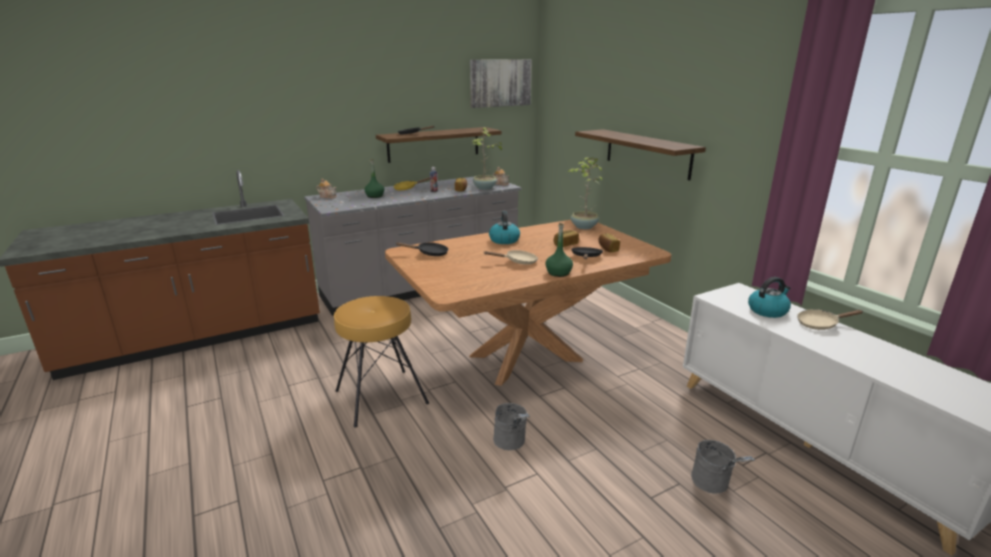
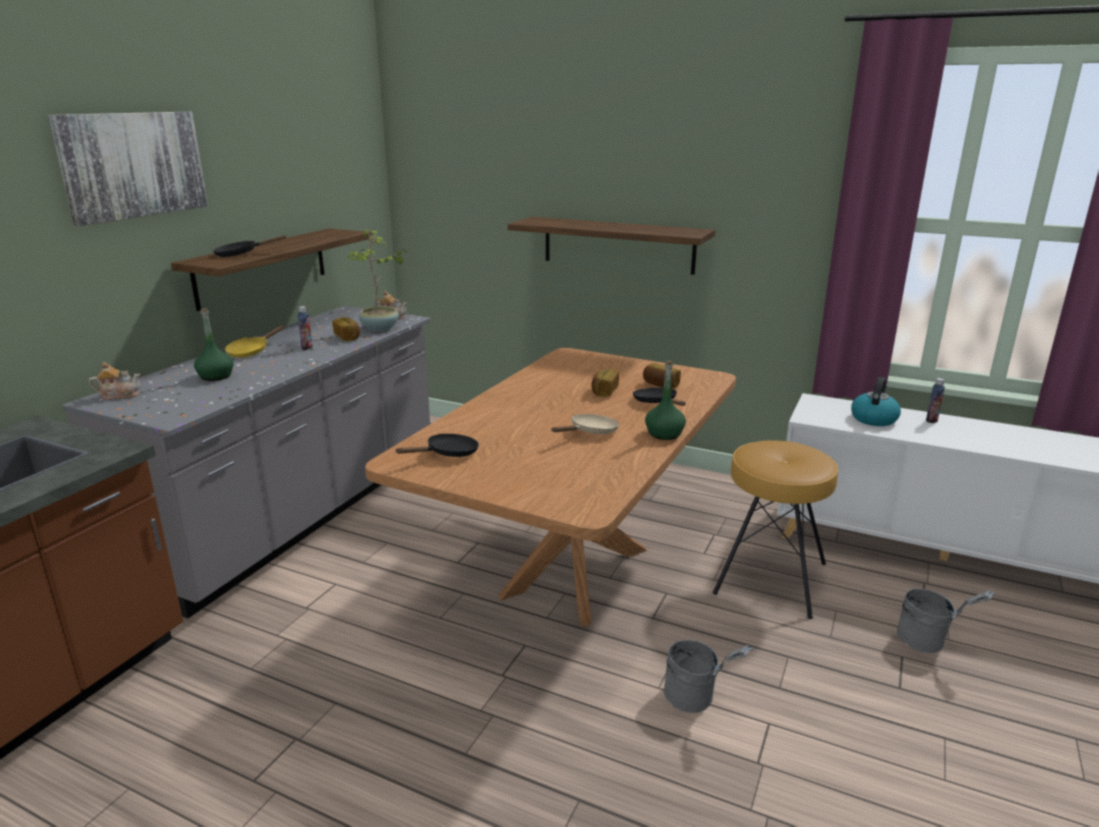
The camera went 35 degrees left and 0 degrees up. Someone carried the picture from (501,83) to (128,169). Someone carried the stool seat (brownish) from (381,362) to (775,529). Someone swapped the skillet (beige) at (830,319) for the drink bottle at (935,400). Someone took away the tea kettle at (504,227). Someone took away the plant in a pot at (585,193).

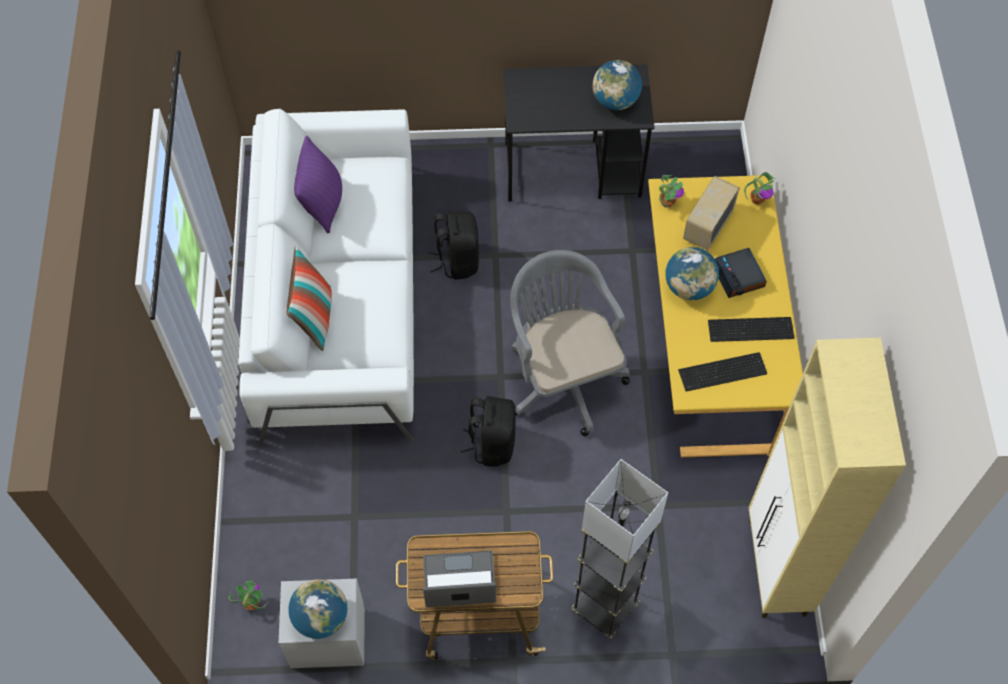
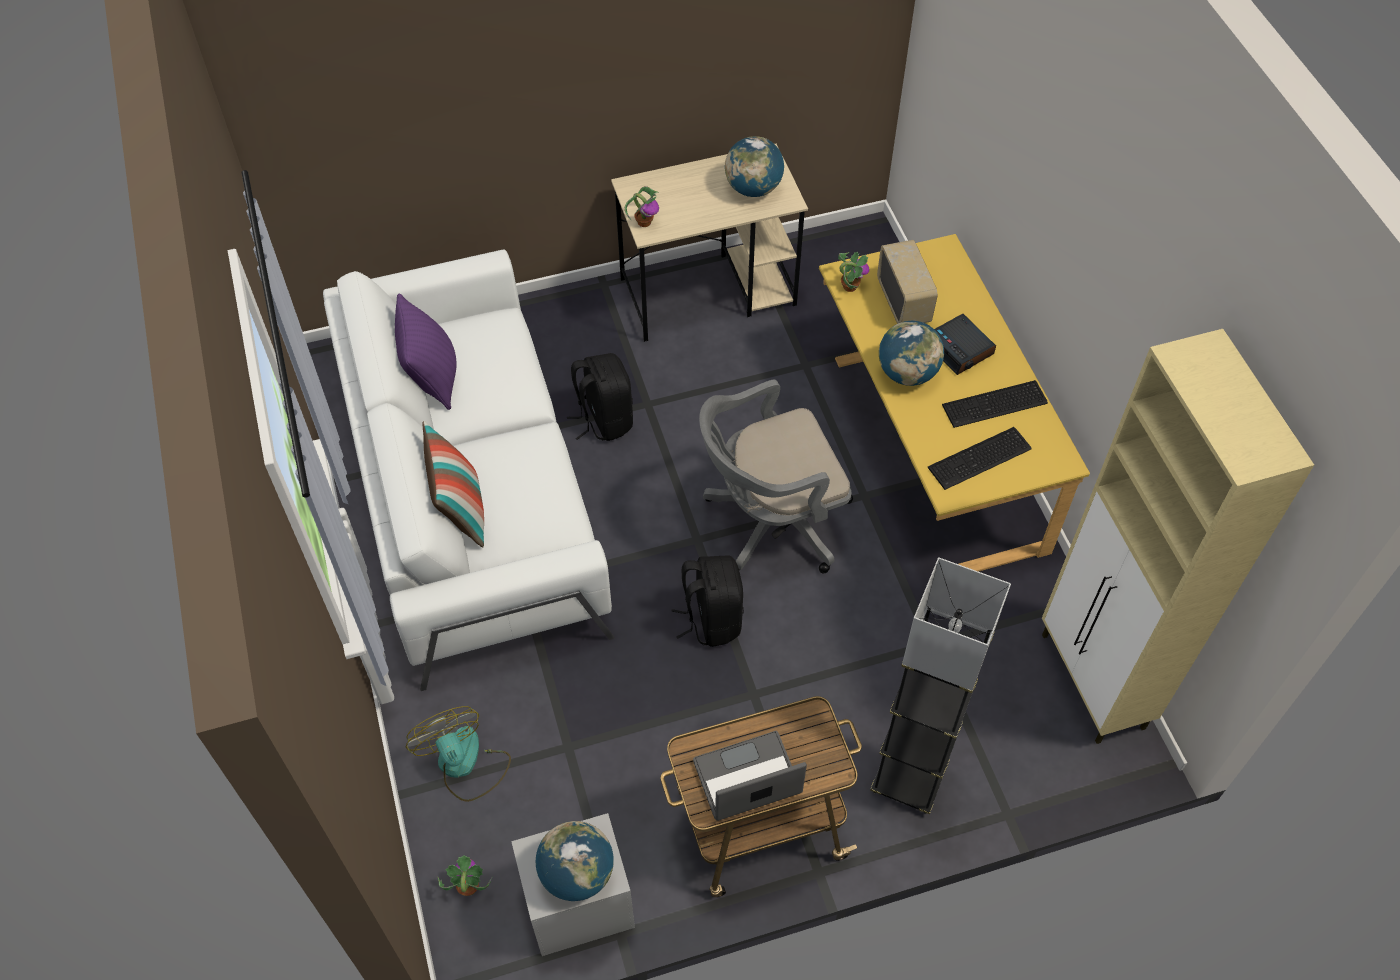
The camera went 15 degrees left and 5 degrees down. Someone put down the fan at (458,754). Someone repainted the desk table (blackish) at (579,133), which became the desk table (beige) at (709,243). Someone carried the plant in a pot from (760,188) to (642,206). Someone rotated the office chair (grey) at (570,343) by 75 degrees counterclockwise. Someone rotated the radio at (711,213) by 150 degrees clockwise.

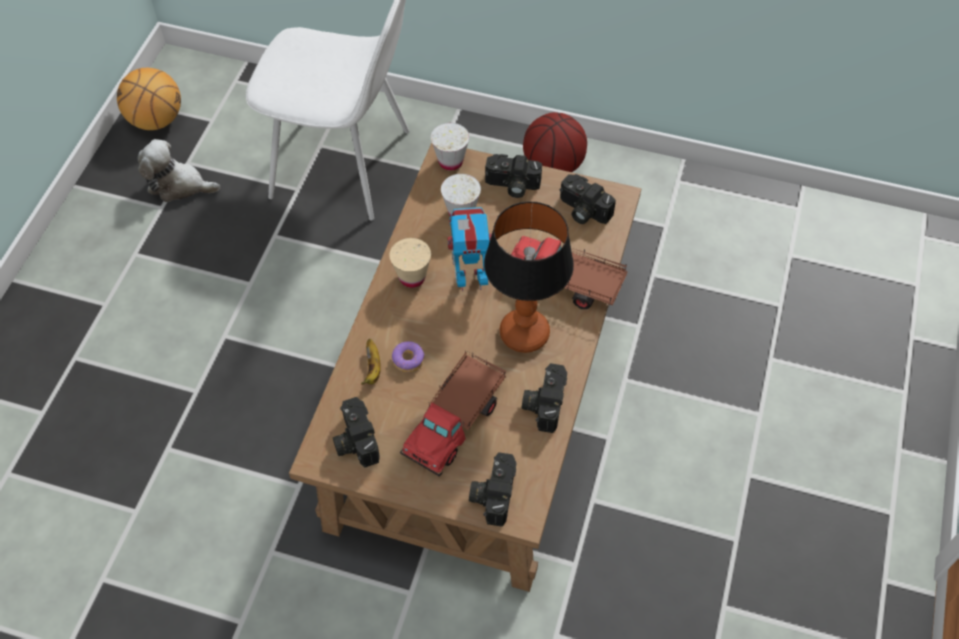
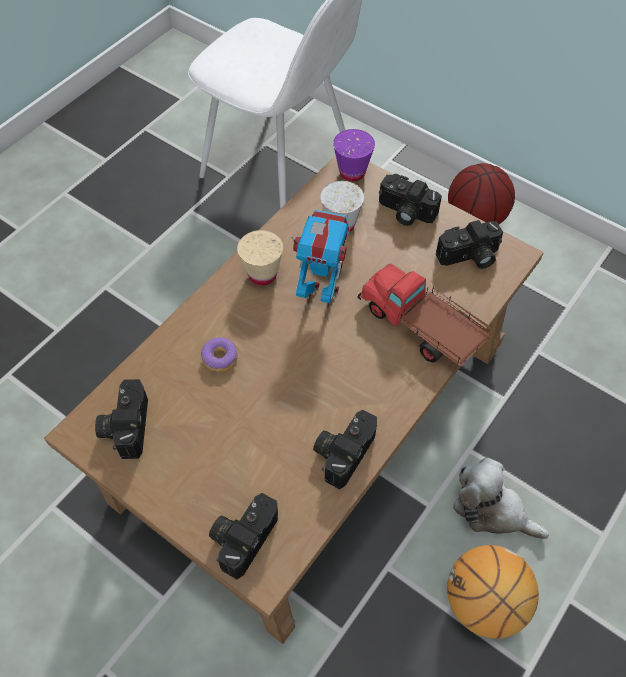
The camera went 20 degrees right and 0 degrees up. Someone repainted the small cup (white) at (450,146), which became the small cup (purple-coloured) at (354,155). Someone rotated the still camera at (588,199) by 75 degrees counterclockwise. Someone carried the basketball from (149,99) to (493,592). Someone carried the plush toy from (179,170) to (501,498). Someone took away the banana fruit at (371,362). Someone took away the toy truck at (453,414). Someone took away the table lamp at (529,277).

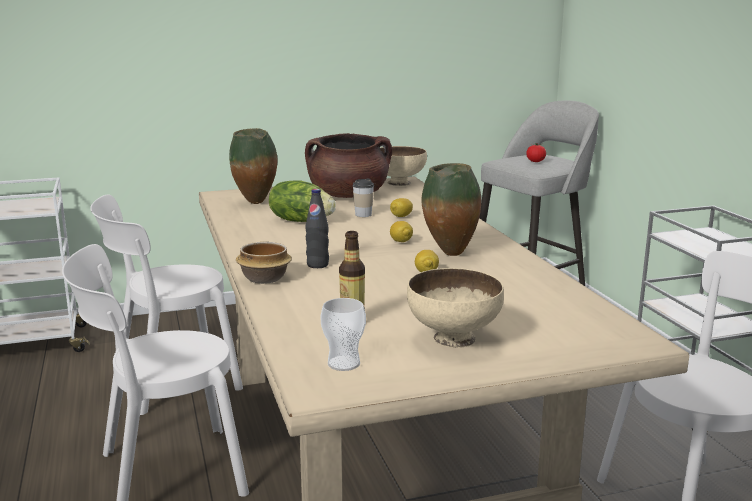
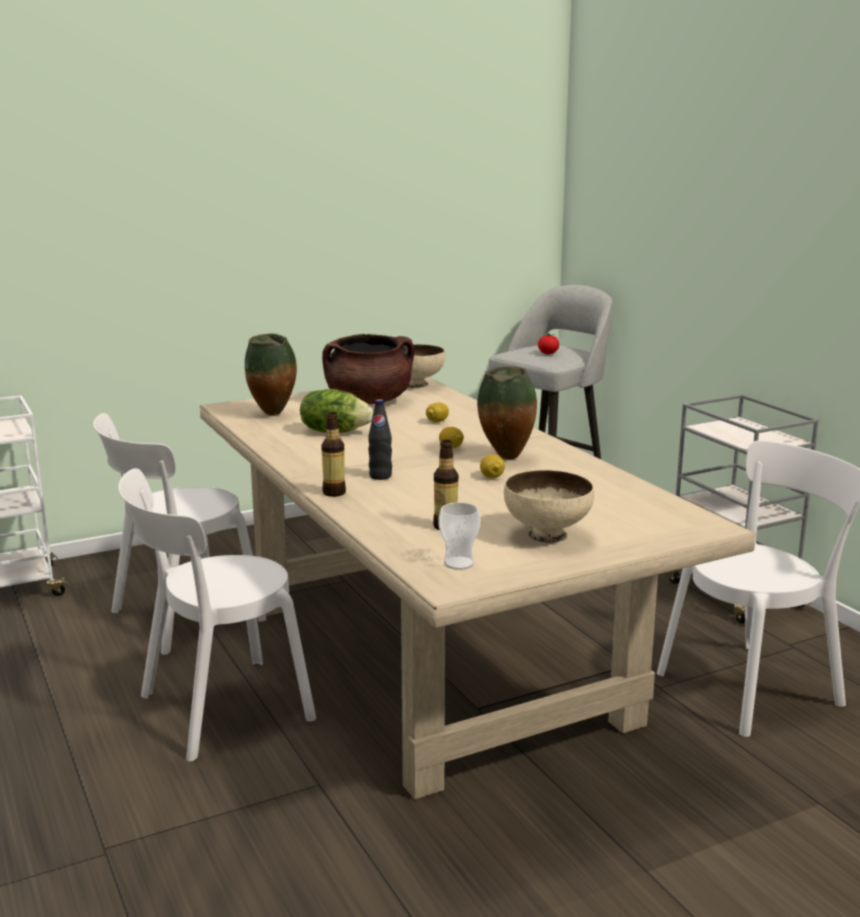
The camera went 10 degrees left and 0 degrees up. Someone swapped the bowl at (264,263) for the drink bottle at (333,454). Someone took away the small cup at (363,197).

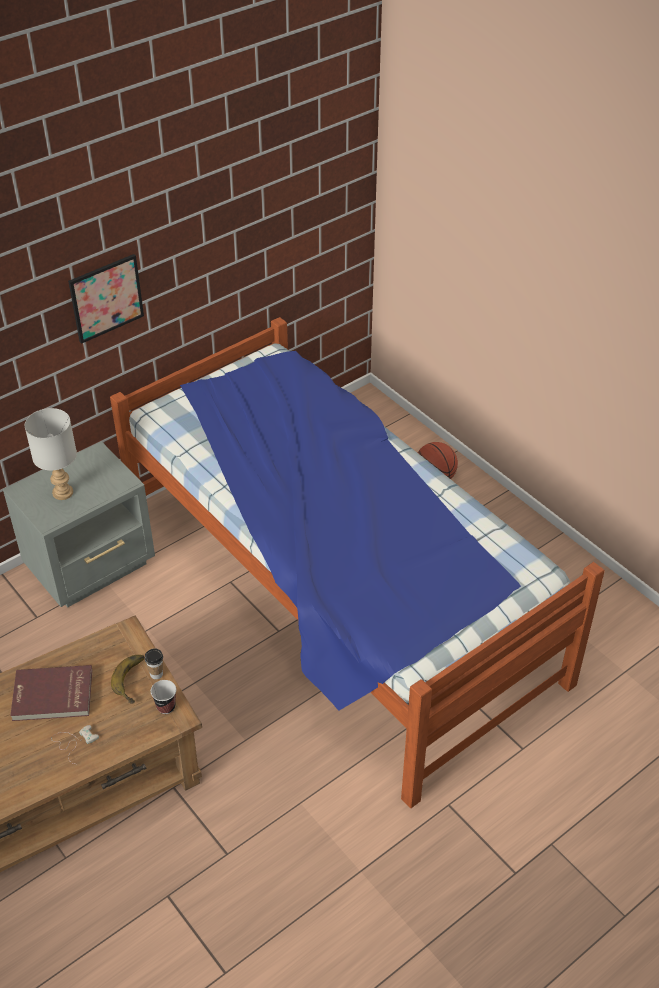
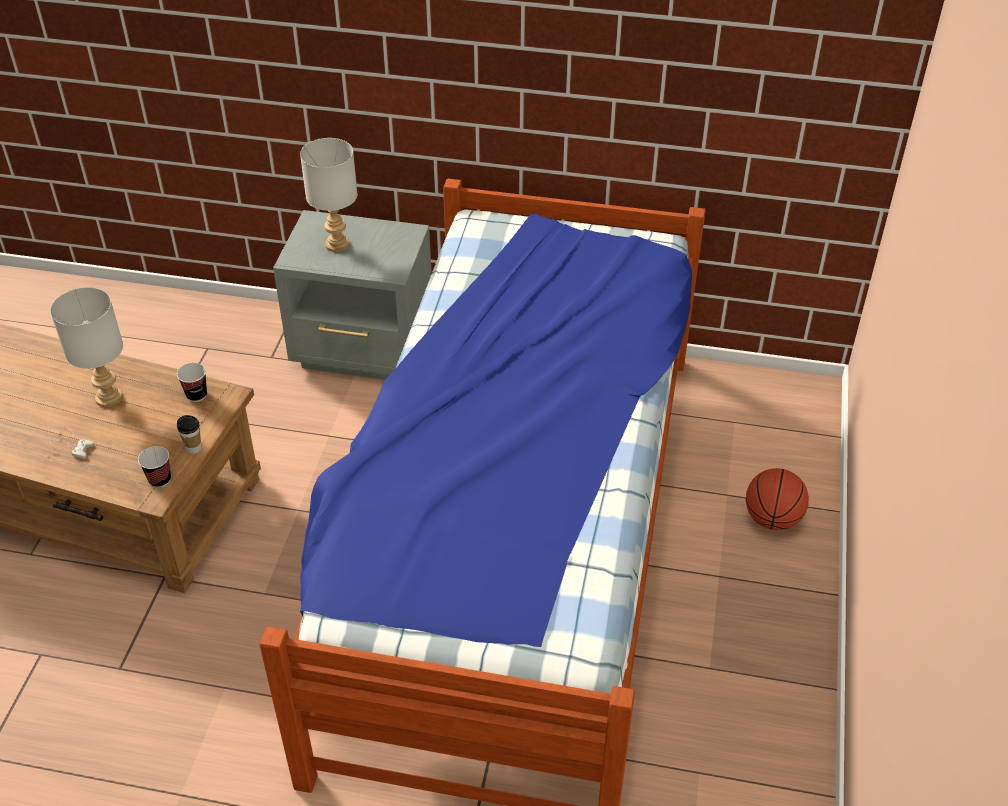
The camera went 50 degrees right and 0 degrees up. Someone swapped the volume (red) at (51,693) for the table lamp (grey) at (86,347). Someone put down the small cup at (192,382). Someone took away the picture at (106,299). Someone took away the banana fruit at (128,679).

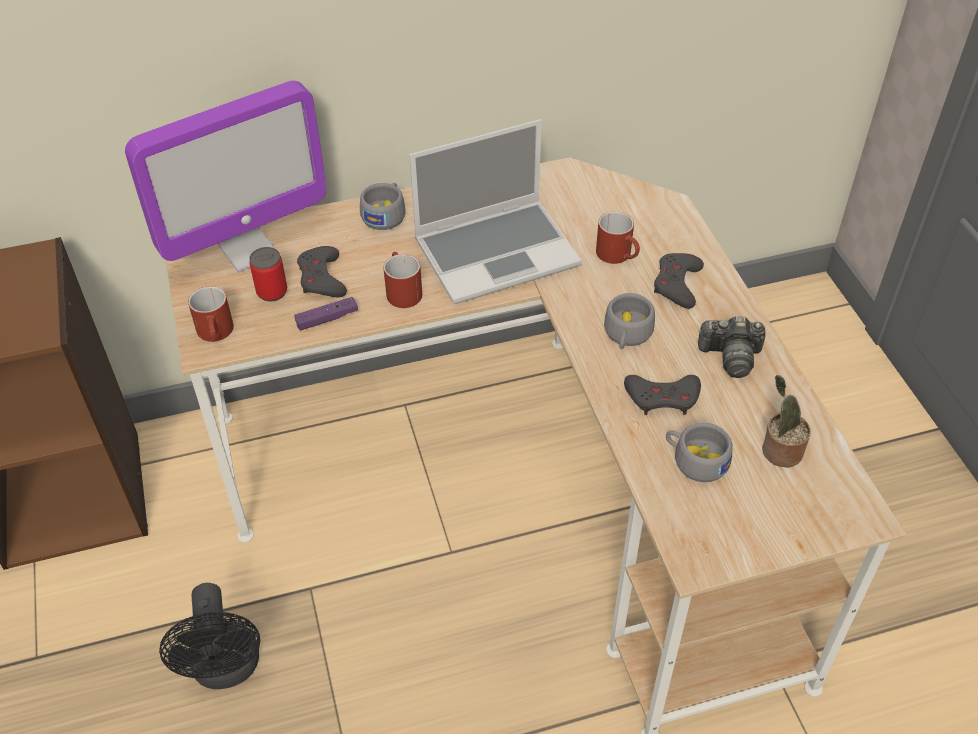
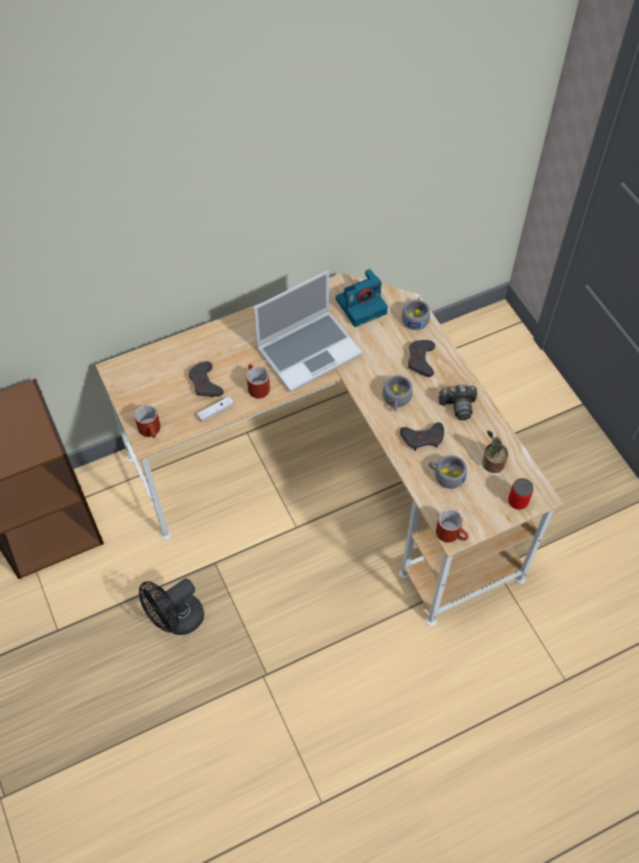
The camera went 10 degrees left and 10 degrees up. Someone rotated the fan (blackish) at (209,636) by 75 degrees clockwise. Someone repainted the joypad (purple-coloured) at (326,313), which became the joypad (white) at (215,409). Someone put down the still camera at (361,298). Someone carried the small cup (grey) from (382,206) to (416,313). Someone carried the tea mug (red) from (618,237) to (452,526). Someone carried the metal can from (268,274) to (520,494). Someone took away the computer display at (226,176).

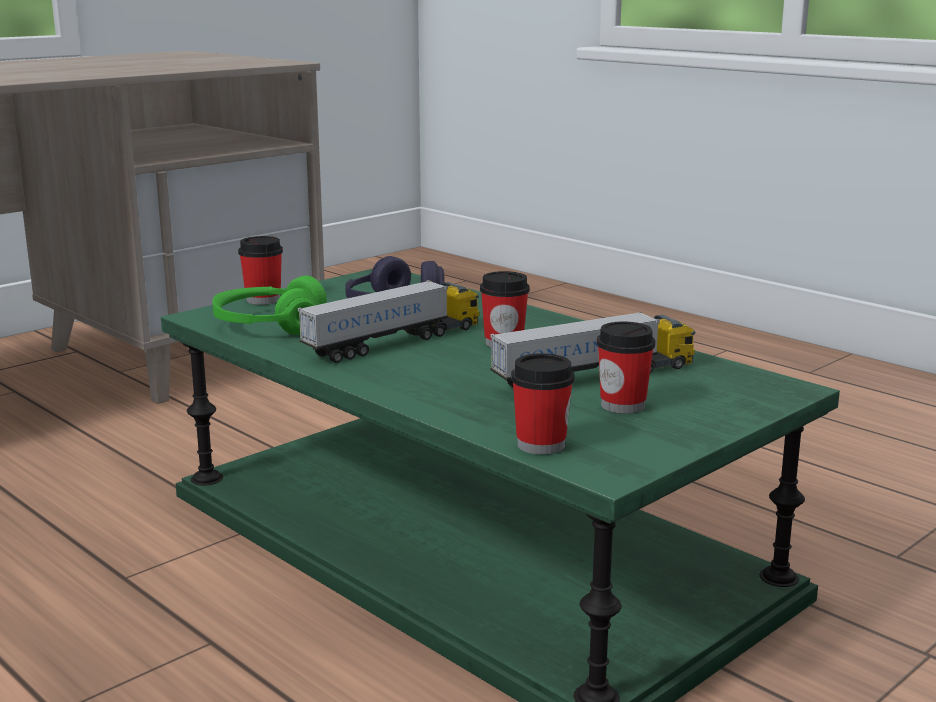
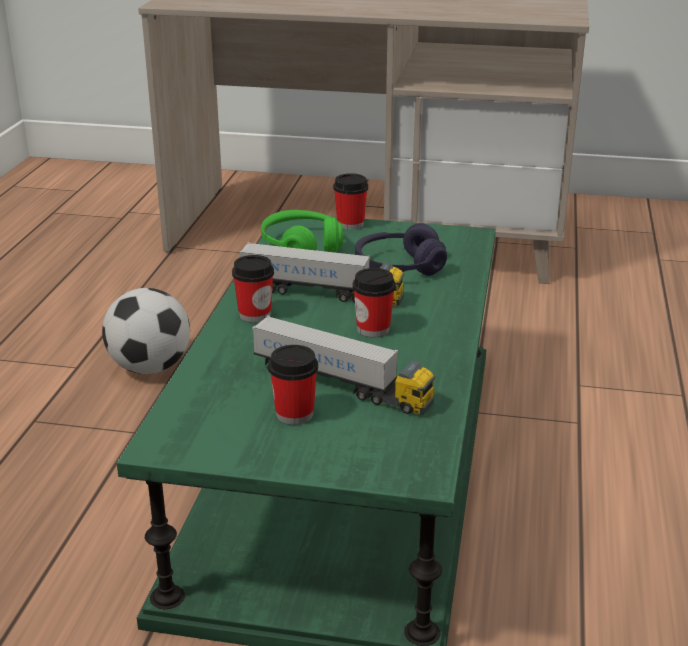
The camera went 55 degrees right and 10 degrees up. Someone put down the football at (146,331). Someone carried the small cup from (543,404) to (253,289).

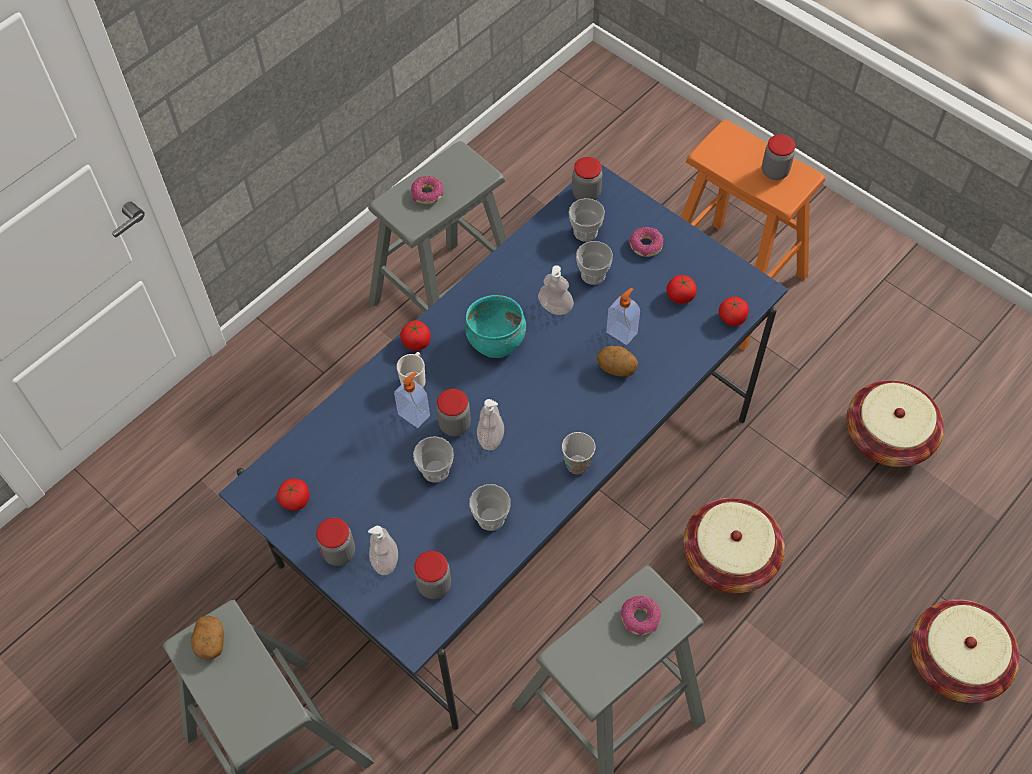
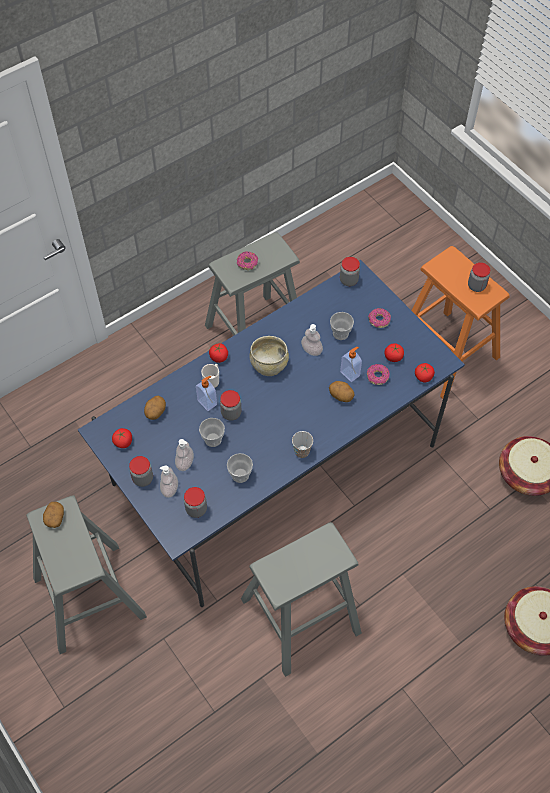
The camera went 10 degrees right and 0 degrees up. Someone put down the whole potato at (155,408). Someone carried the soap bottle from (490,424) to (184,455). Someone repainted the bowl (turquoise) at (495,326), which became the bowl (beige) at (269,356). Someone carried the ring doughnut from (641,616) to (378,374). Someone took away the small cup at (587,220). Someone took away the household basket at (734,545).

